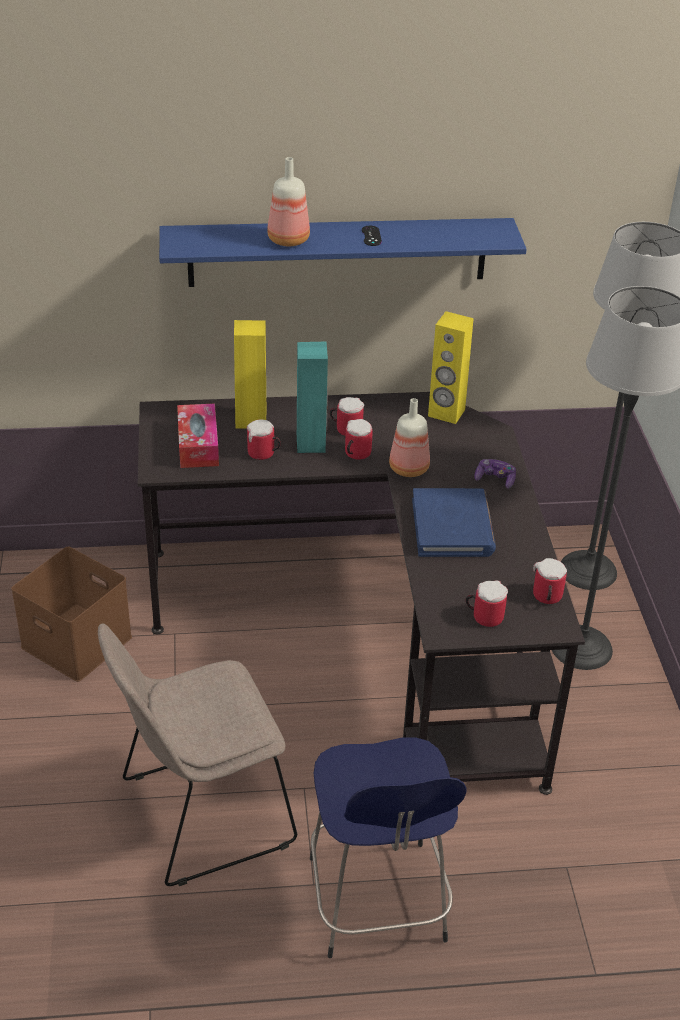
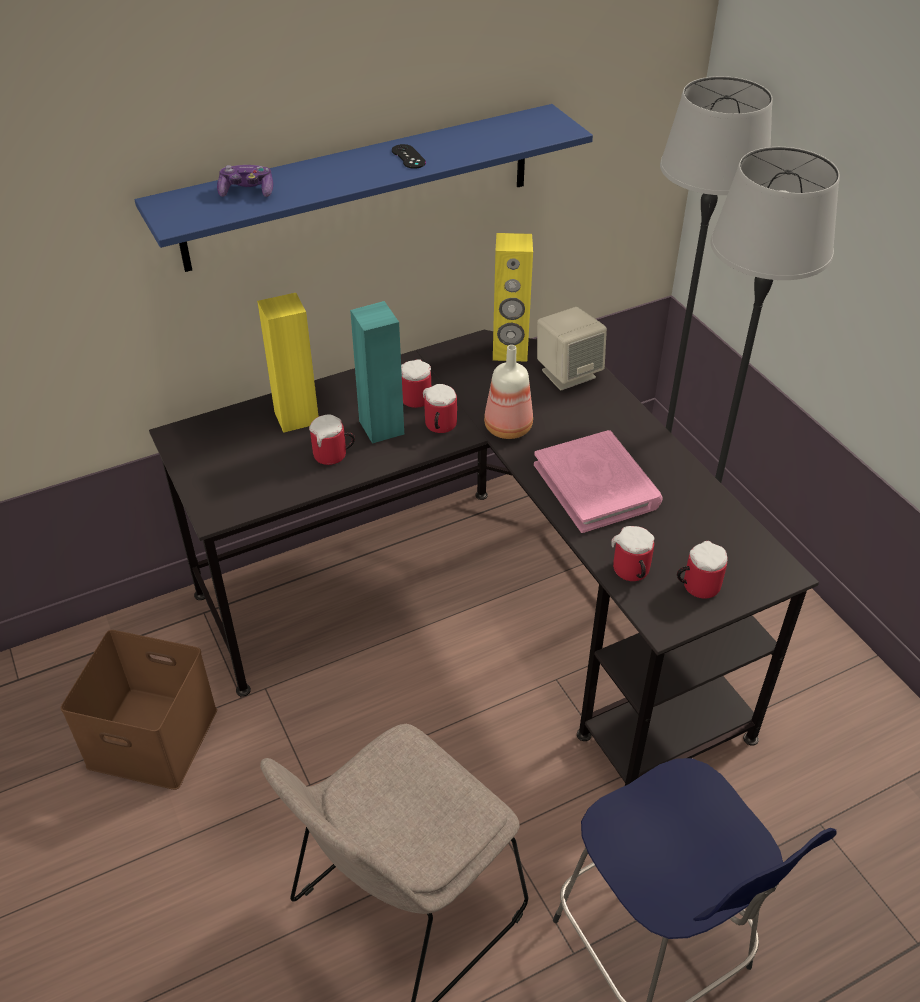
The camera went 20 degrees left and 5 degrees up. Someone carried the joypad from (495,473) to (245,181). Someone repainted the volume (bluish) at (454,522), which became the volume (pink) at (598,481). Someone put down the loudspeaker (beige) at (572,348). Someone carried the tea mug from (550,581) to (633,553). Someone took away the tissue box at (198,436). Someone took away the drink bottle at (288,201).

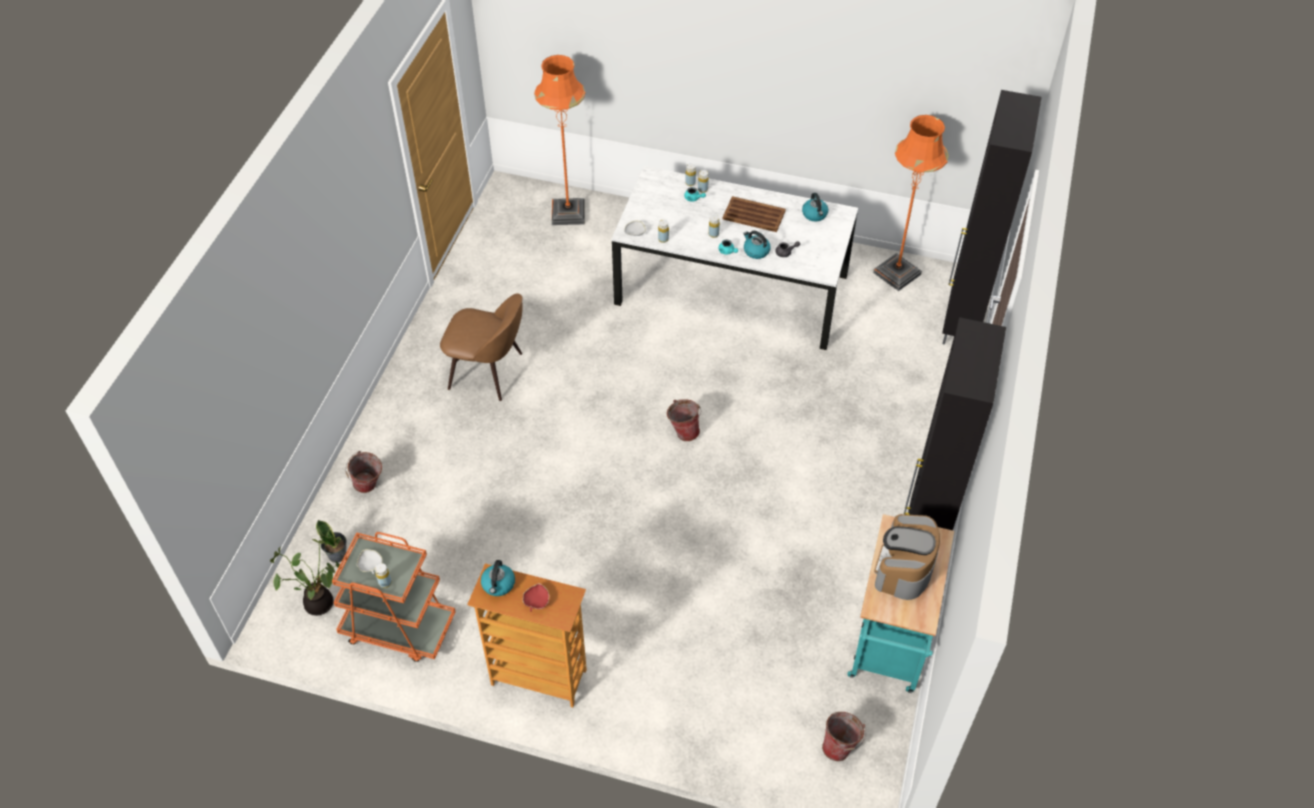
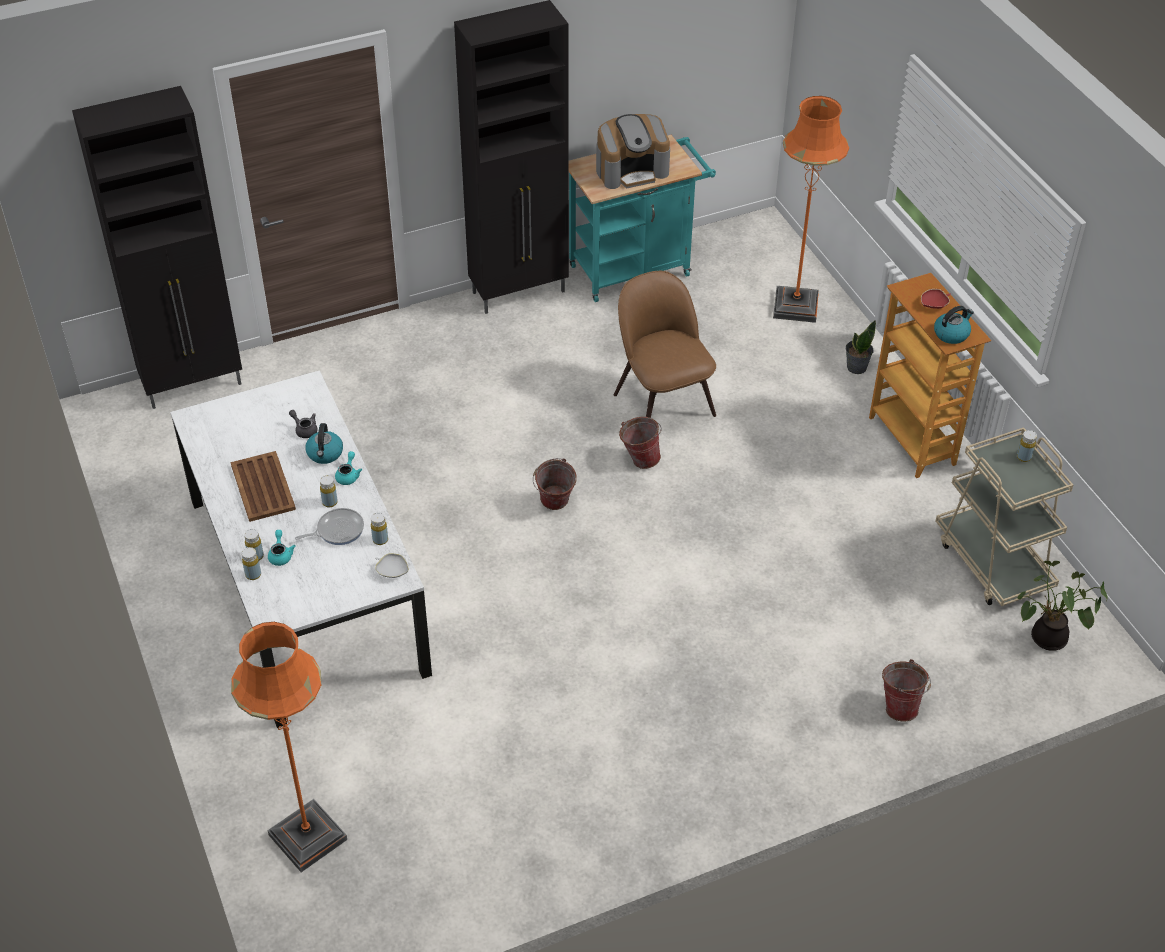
The camera went 130 degrees left and 5 degrees down. Someone put down the skillet at (329,526). Someone carried the plain chair (brownish) from (481,347) to (665,344). Someone carried the pail from (844,736) to (640,443). Someone carried the floor lamp (orange) from (911,203) to (811,209). Someone carried the plant in a pot from (331,541) to (861,347). Someone repainted the cart (orange) at (394,597), which became the cart (beige) at (1004,516). Someone took away the bowl (white) at (370,561). Someone took away the tea kettle at (815,207).

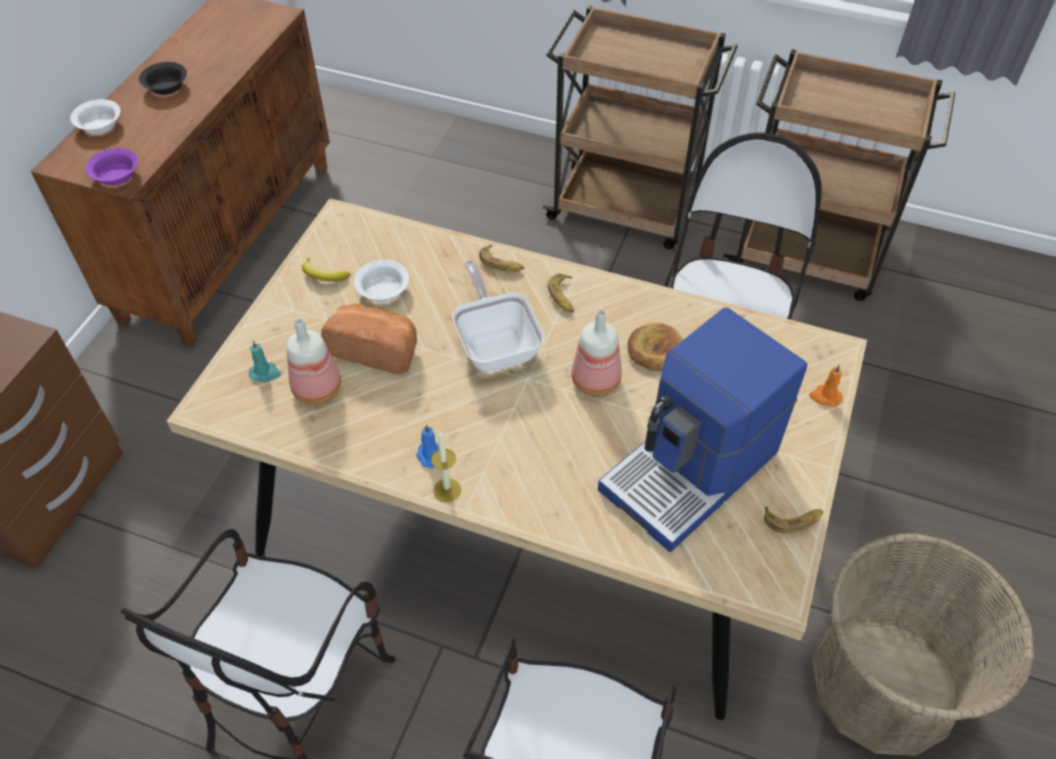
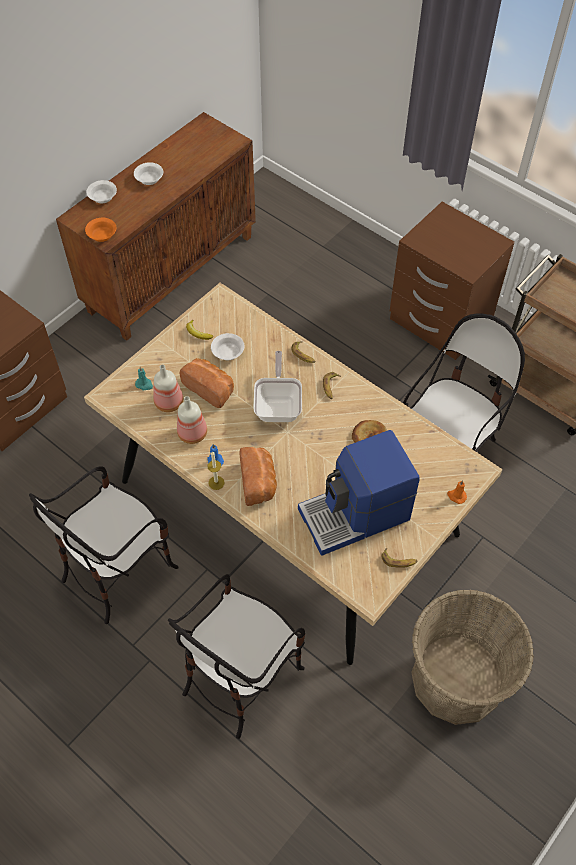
The camera went 20 degrees right and 5 degrees up. Someone repainted the bowl (purple-coloured) at (112,167), which became the bowl (orange) at (100,230). Someone repainted the bowl (blackish) at (163,78), which became the bowl (white) at (148,173). Someone carried the drink bottle from (596,352) to (192,420). Someone put down the bread at (258,476). Someone swapped the cart (brownish) at (640,127) for the night table (brownish) at (452,281).

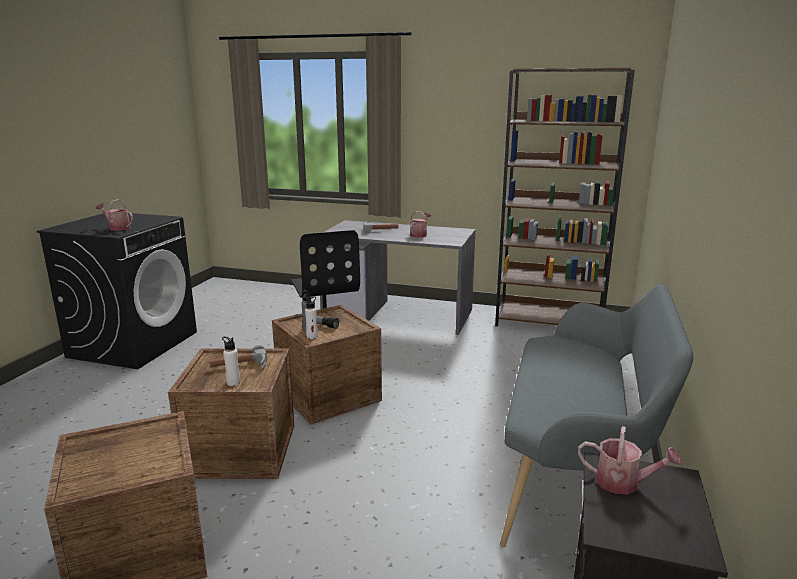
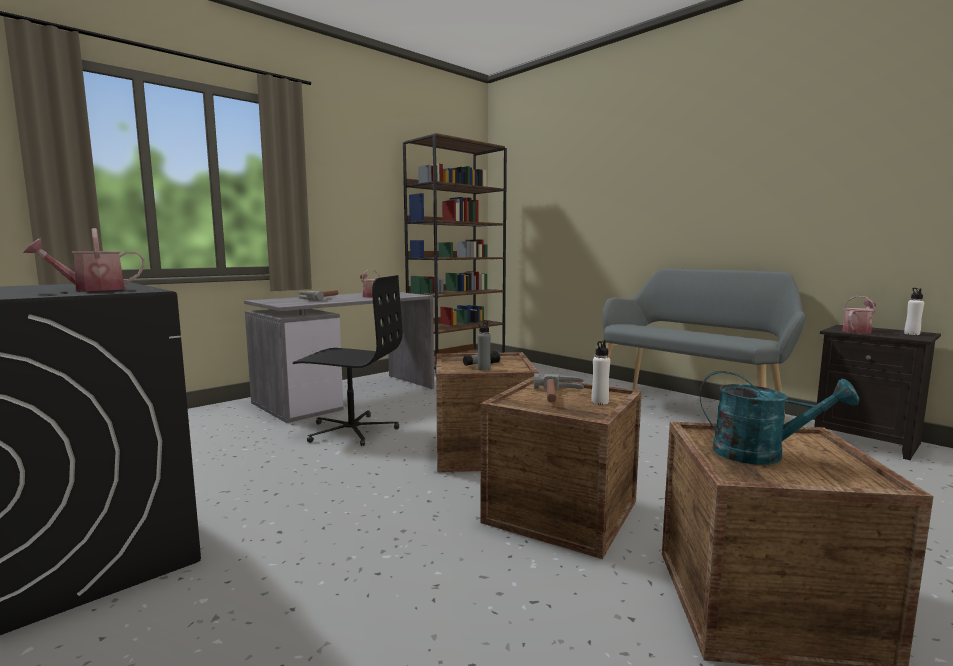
The camera went 60 degrees left and 10 degrees down. Someone put down the watering can (turquoise) at (779,418). Someone carried the drink bottle (white) from (311,317) to (914,311).

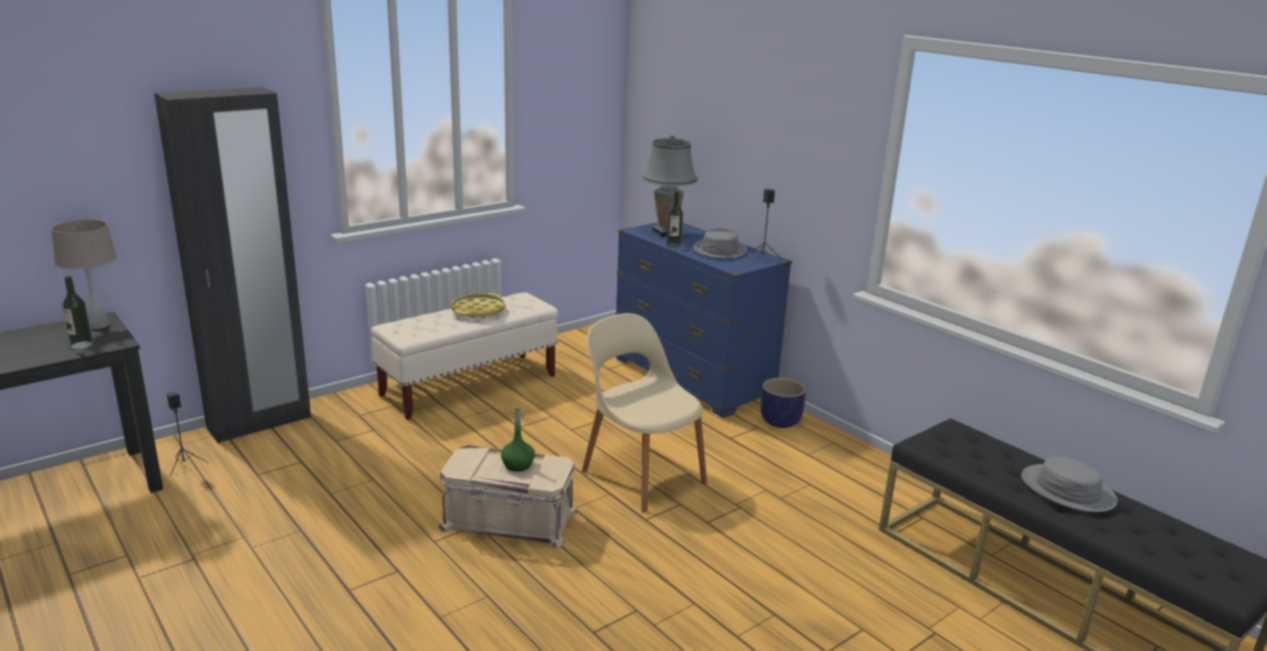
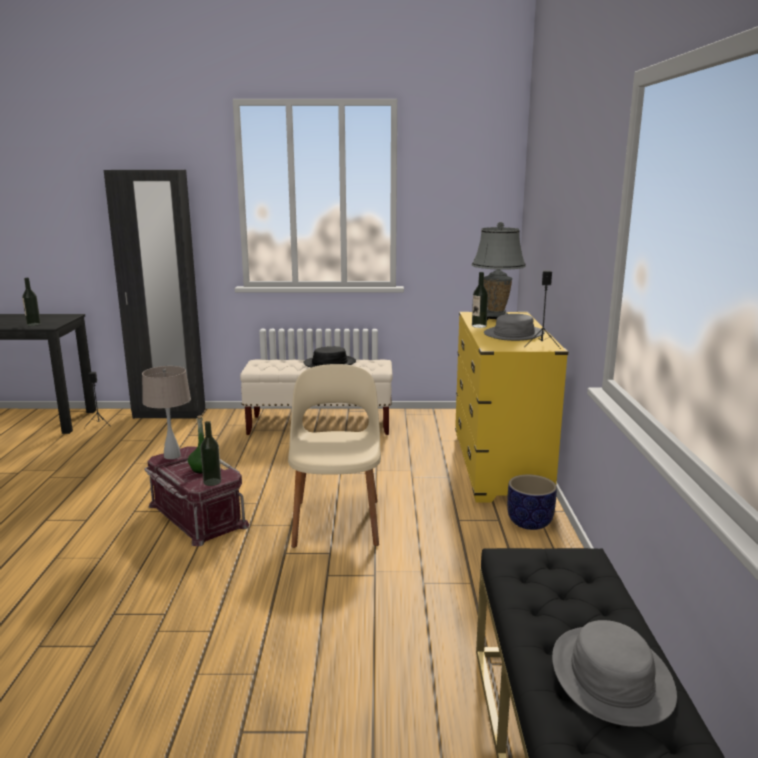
The camera went 40 degrees right and 5 degrees down. Someone carried the table lamp (beige) from (84,274) to (166,412). Someone repainted the storage container (beige) at (507,496), which became the storage container (red) at (196,496). Someone put down the drink bottle at (210,453). Someone swapped the carrying tray (yellow) at (478,305) for the wearable hat (blackish) at (329,356). Someone repainted the dresser (bluish) at (703,320), which became the dresser (yellow) at (511,407).

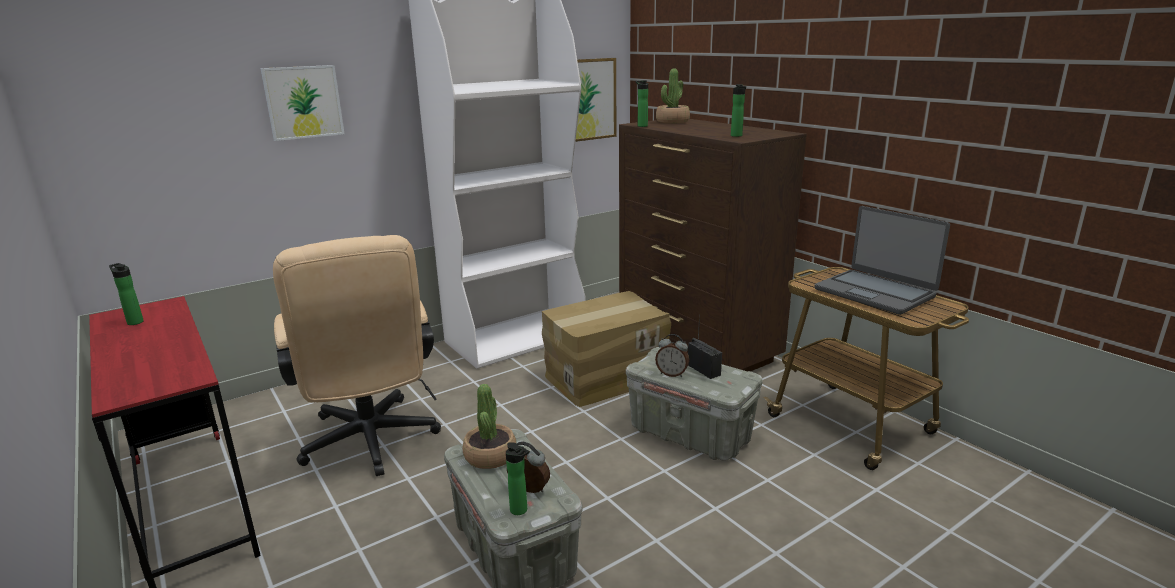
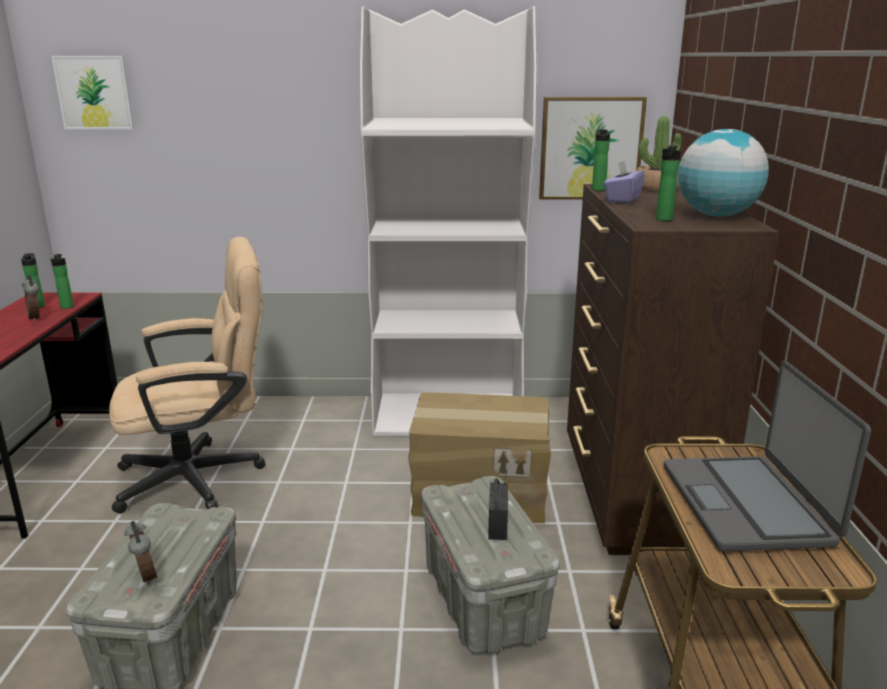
The camera went 35 degrees right and 0 degrees up. Someone carried the alarm clock from (672,355) to (31,298). Someone carried the drink bottle from (517,478) to (62,281). Someone carried the picture from (303,103) to (93,92). Someone rotated the office chair (beige) at (357,355) by 120 degrees counterclockwise. Someone put down the tissue box (purple-coloured) at (624,182). Someone put down the globe at (723,173). Someone took away the plant in a pot at (490,426).

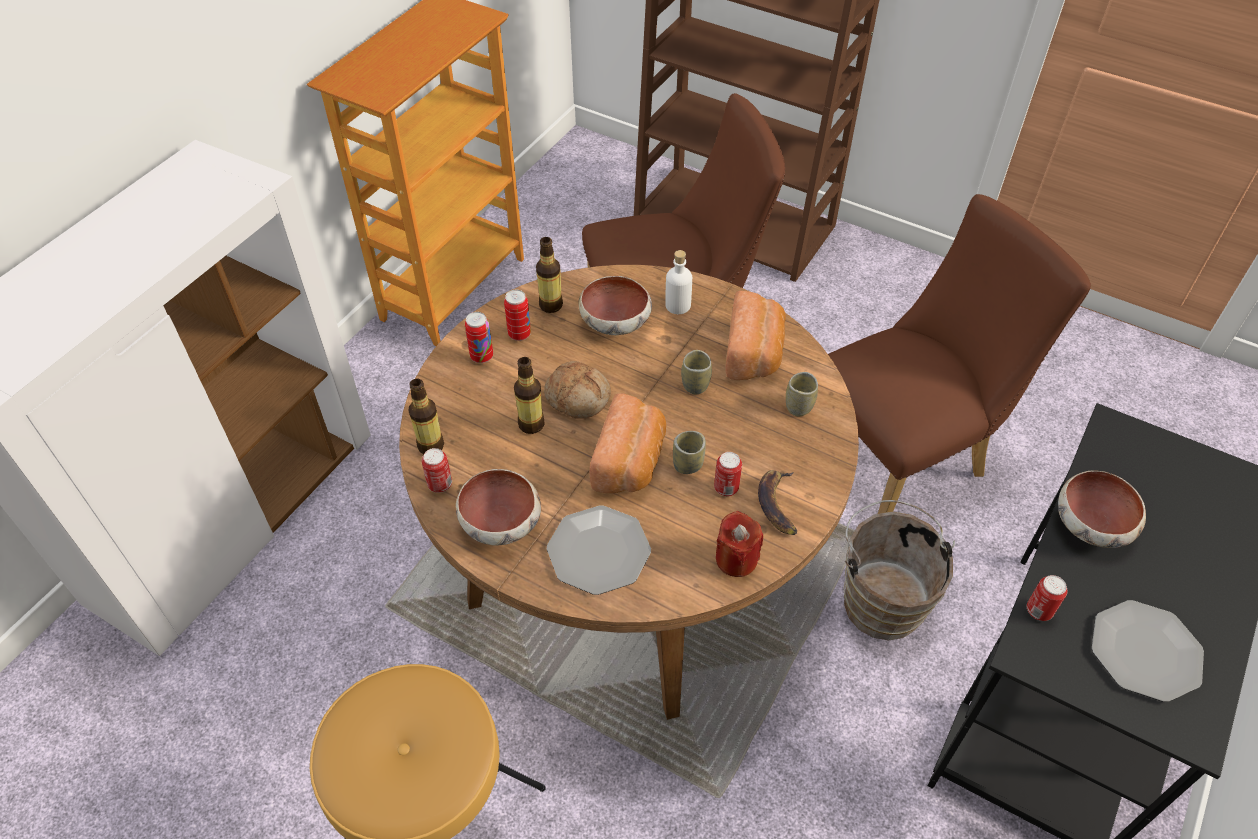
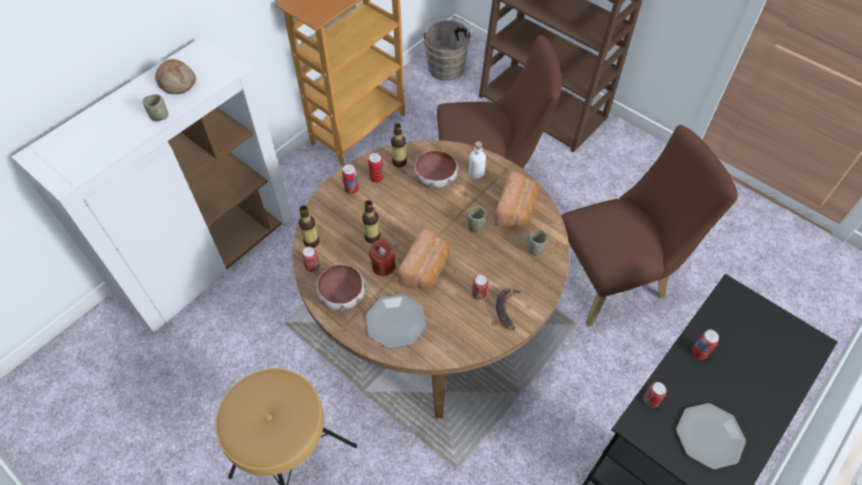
The camera went 10 degrees right and 5 degrees up. Someone carried the small cup from (689,452) to (155,107). Someone carried the bread from (577,390) to (175,76). Someone carried the candle (red) from (739,544) to (382,257). Someone carried the pail (brownish) from (899,570) to (448,48). Someone swapped the bowl at (1102,509) for the metal can at (705,344).

